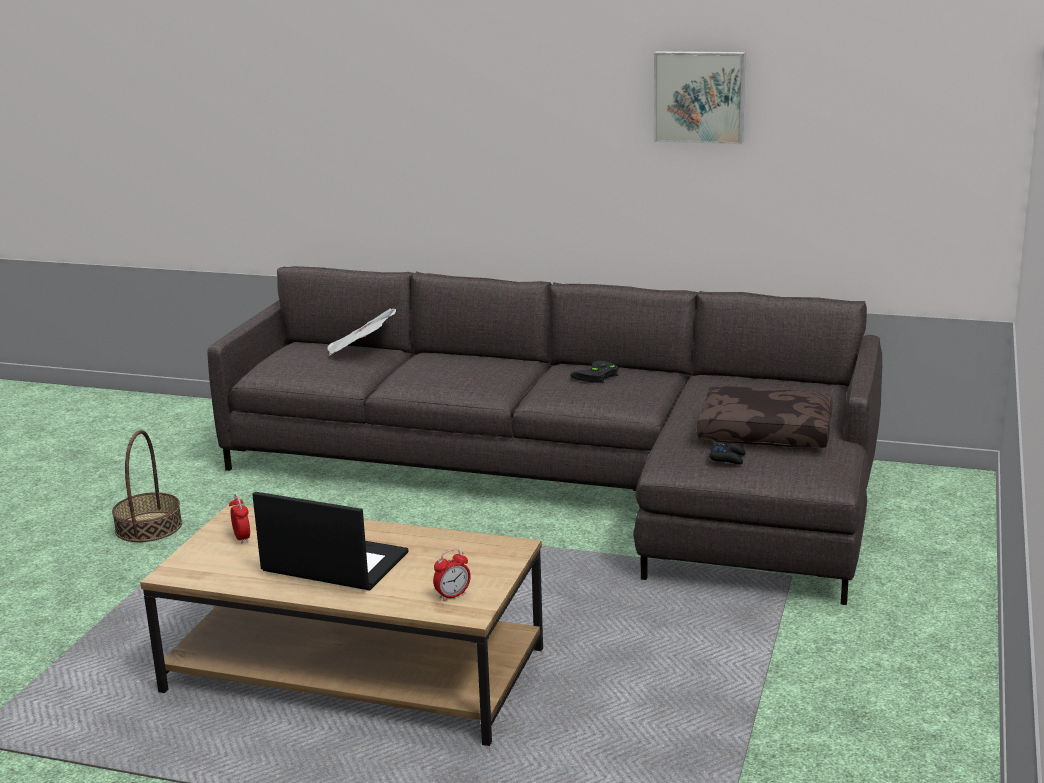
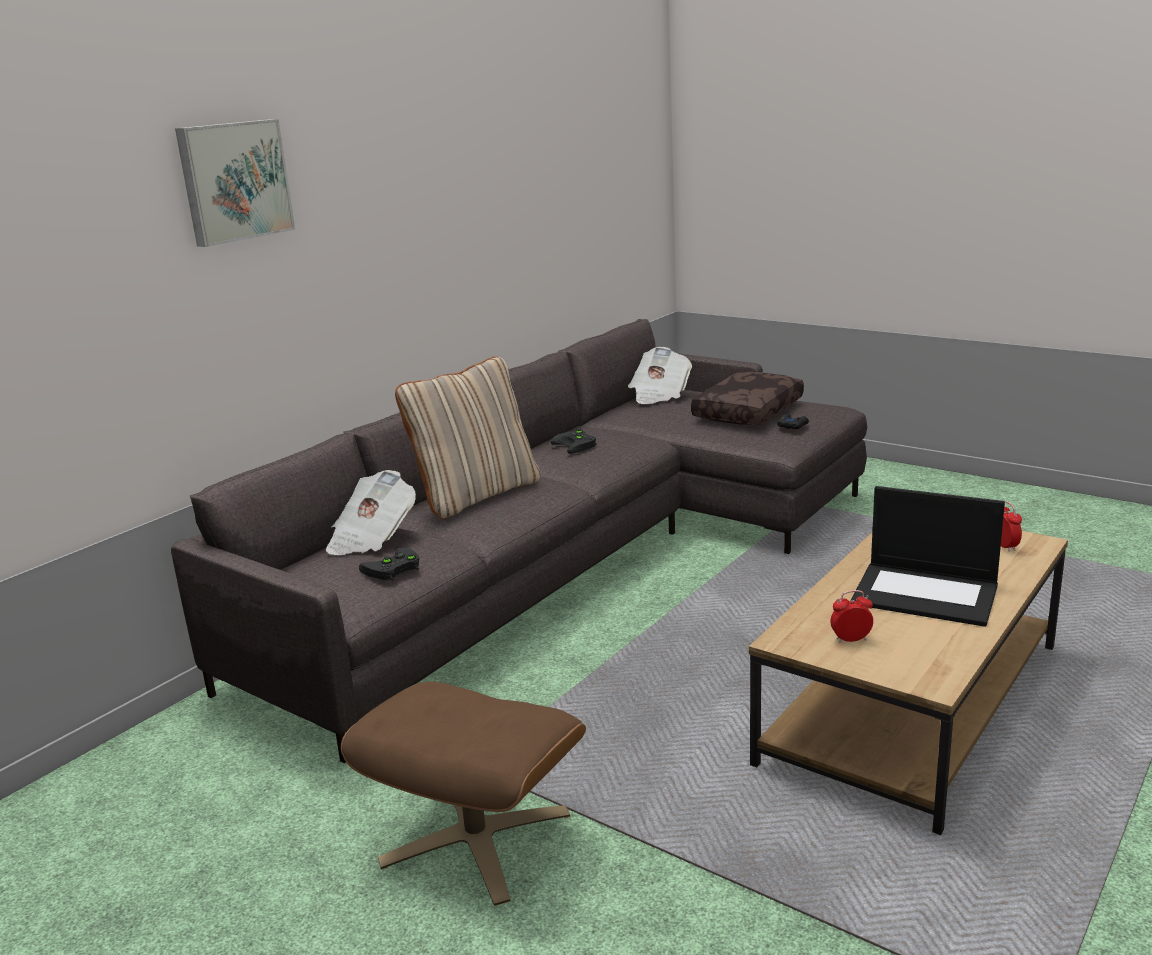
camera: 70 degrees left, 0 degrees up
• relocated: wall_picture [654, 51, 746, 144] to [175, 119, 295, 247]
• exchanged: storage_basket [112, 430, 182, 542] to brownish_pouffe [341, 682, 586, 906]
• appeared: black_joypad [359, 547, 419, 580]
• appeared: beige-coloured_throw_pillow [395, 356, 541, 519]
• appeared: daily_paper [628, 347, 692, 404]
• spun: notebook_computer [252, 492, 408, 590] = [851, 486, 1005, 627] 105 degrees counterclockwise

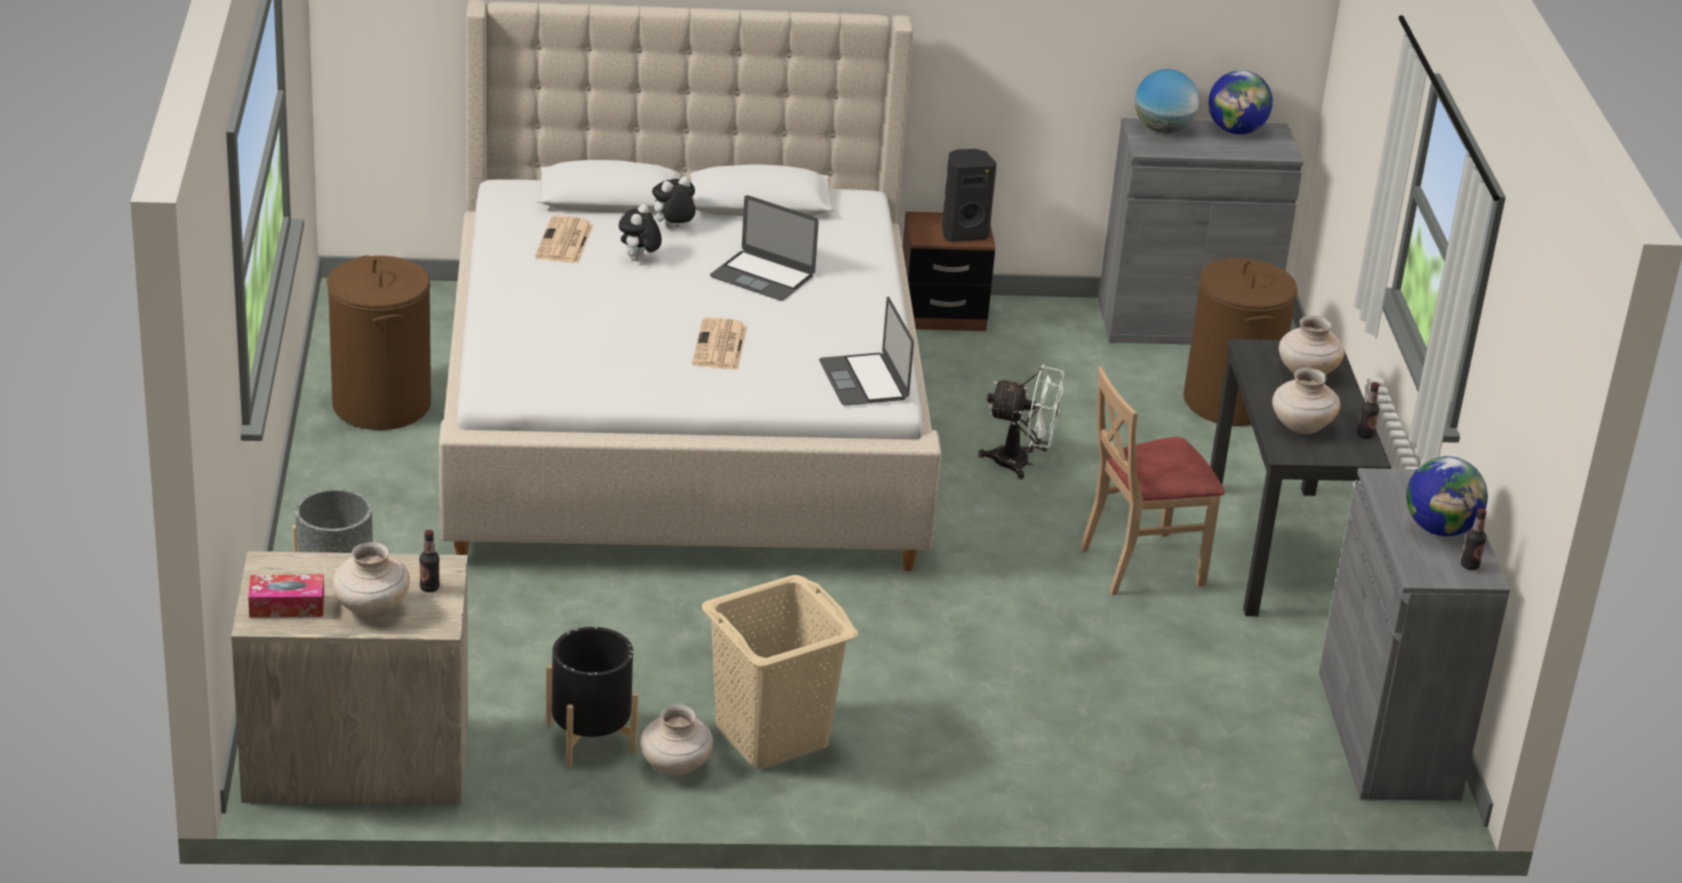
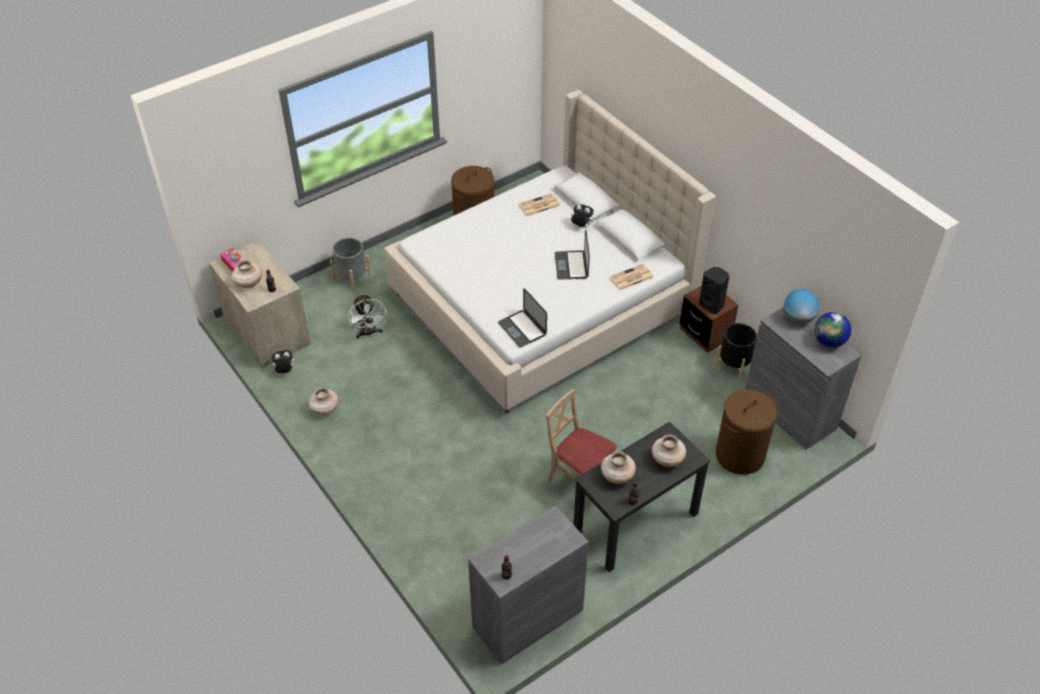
camera: 60 degrees right, 15 degrees up
• relocated: soft_toy [619, 204, 662, 261] to [270, 350, 294, 373]
• relocated: white-coloured_electric_fan [978, 365, 1064, 479] to [348, 294, 387, 338]
• spun: notebook_computer [819, 296, 914, 405] = [498, 288, 547, 347] 75 degrees counterclockwise
• relocated: daily_paper [692, 317, 747, 370] to [610, 264, 654, 291]
• relocated: black_flower_pot [546, 627, 638, 766] to [715, 323, 757, 380]
• missing: beige-coloured_hamper [702, 575, 858, 769]
• missing: globe [1406, 456, 1488, 536]

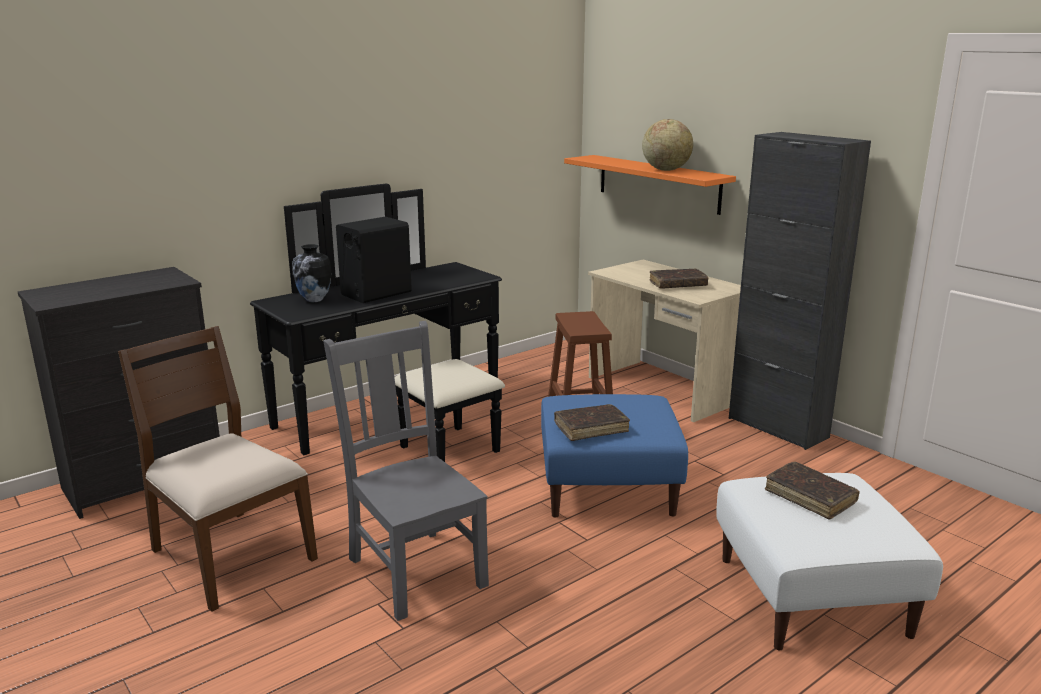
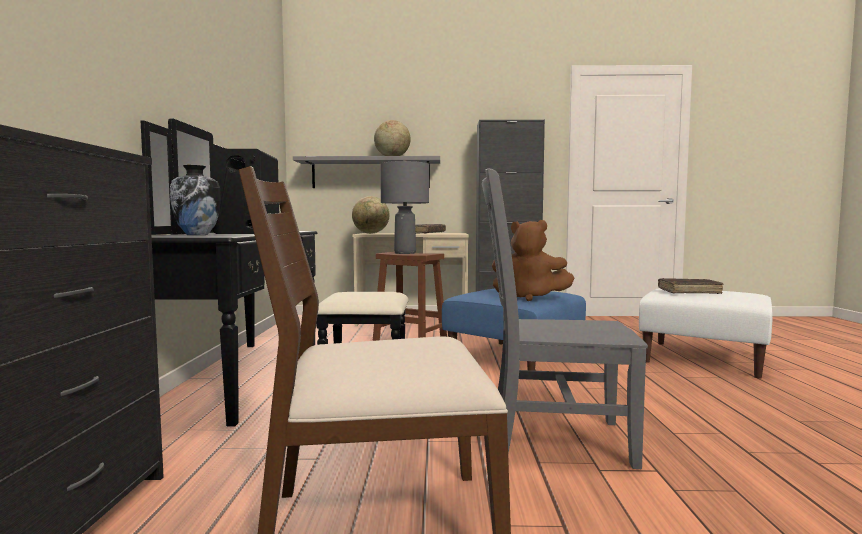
camera: 50 degrees left, 15 degrees down
• colour: orange-coloured_wall_shelf [564, 155, 736, 215] to gray_wall_shelf [293, 156, 440, 188]
• appeared: globe [352, 196, 389, 234]
• appeared: gray_lamp_for_a_table [380, 160, 429, 254]
• exchanged: brownish_bound_book [554, 404, 630, 441] to brownish_soft_toy [492, 220, 574, 301]

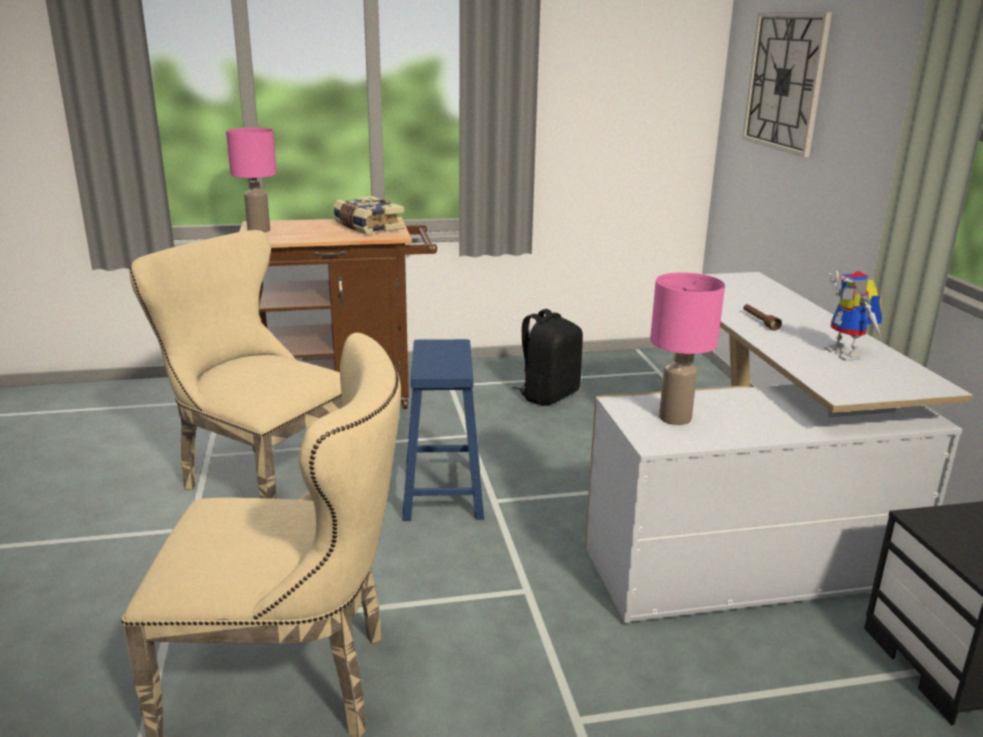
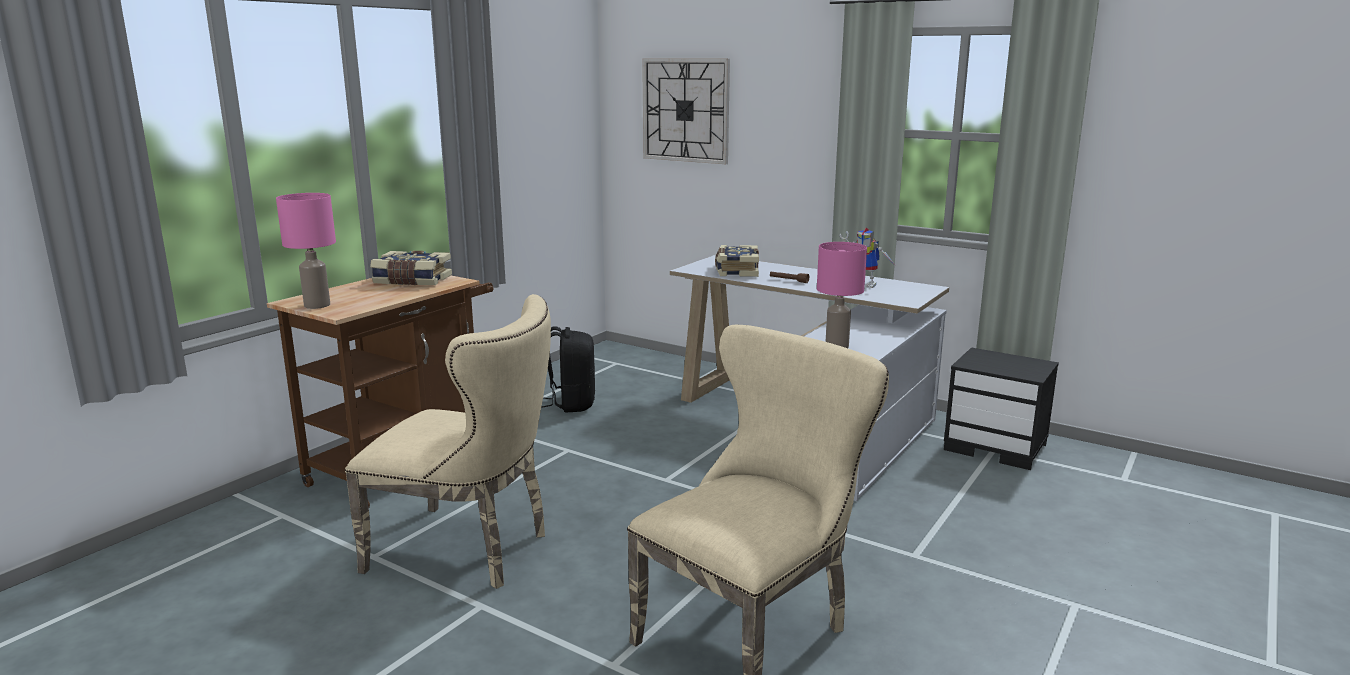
camera: 45 degrees left, 5 degrees down
• spun: beige-coloured_chair [129, 230, 343, 499] = [345, 294, 551, 589] 150 degrees counterclockwise
• appeared: bound_book [715, 245, 759, 277]
• missing: blue_stool [402, 339, 484, 521]

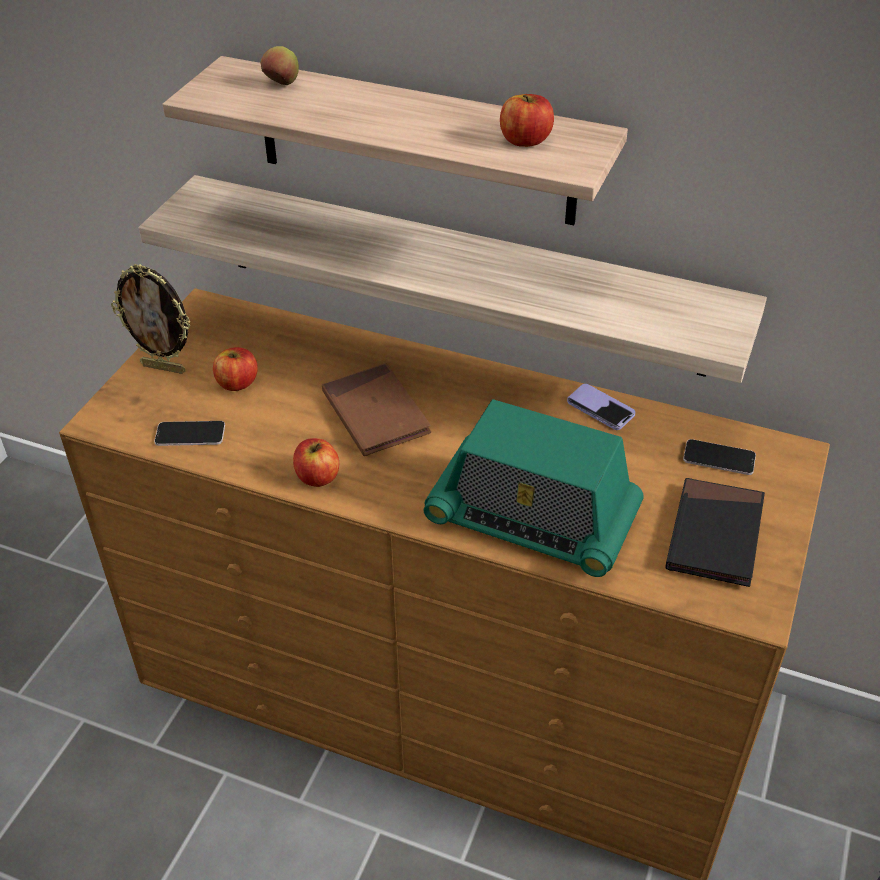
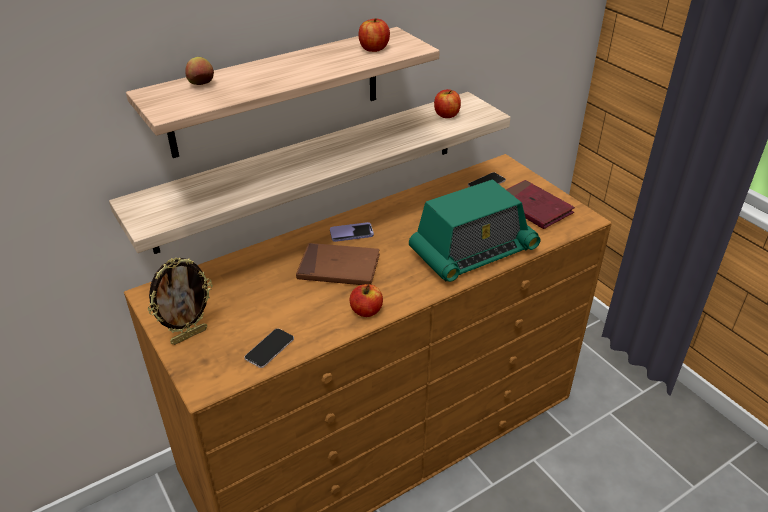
camera: 55 degrees left, 5 degrees down
• relocated: phone [567, 384, 635, 430] to [330, 222, 374, 242]
• relocated: apple [213, 347, 258, 391] to [434, 89, 461, 118]
• colour: black_bound_book [665, 478, 765, 587] to red-coloured_bound_book [506, 180, 575, 229]

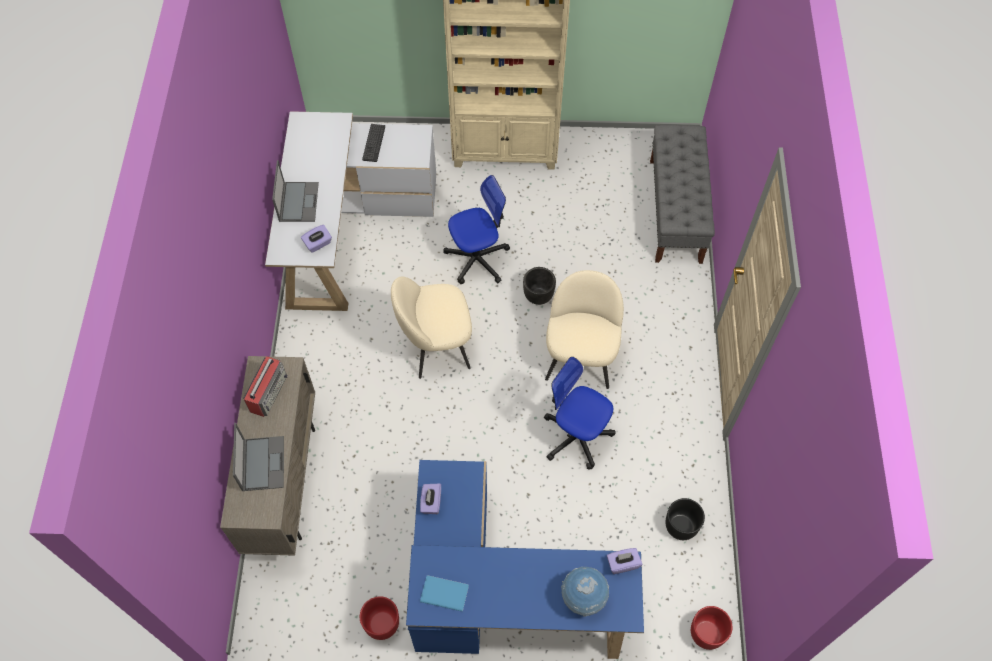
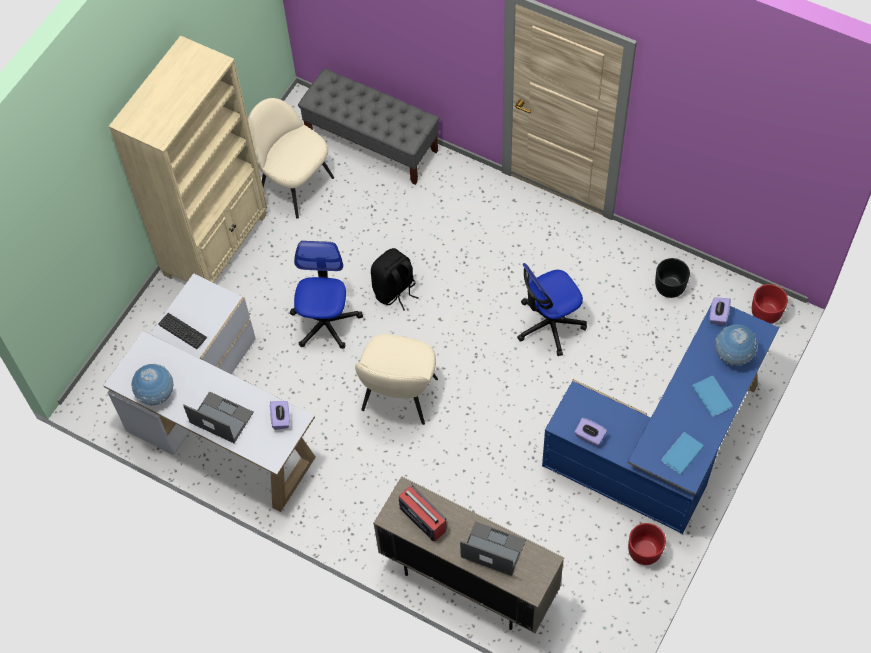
camera: 60 degrees left, 0 degrees up
• appeared: globe [131, 364, 174, 406]
• relocated: beige-coloured_chair [545, 270, 624, 389] to [248, 98, 334, 219]
• exchanged: black_flower_pot [523, 267, 556, 305] to black_knapsack [371, 248, 419, 311]
• appeared: blue_bound_book [692, 376, 733, 417]

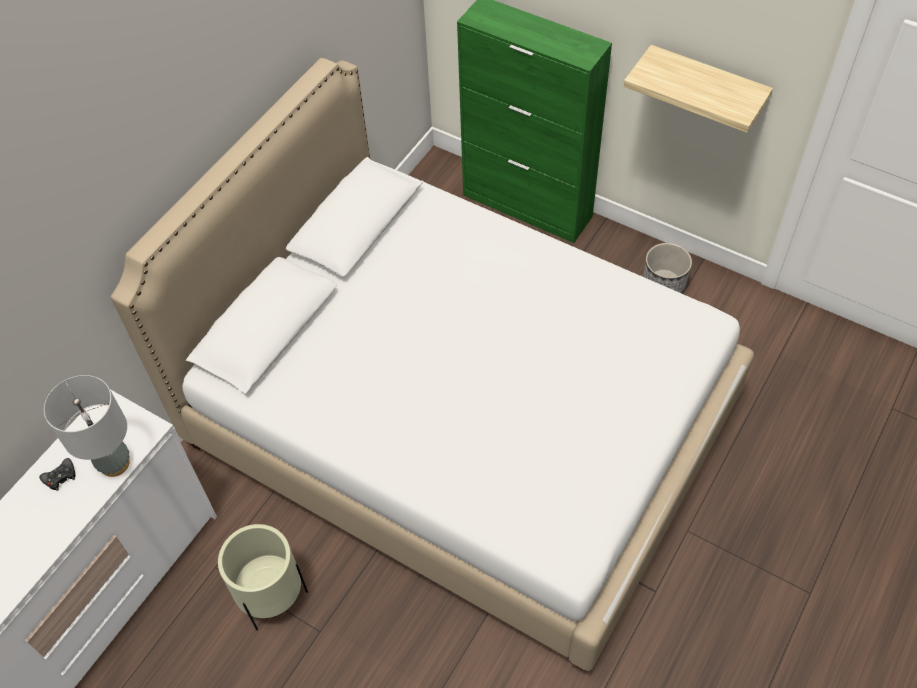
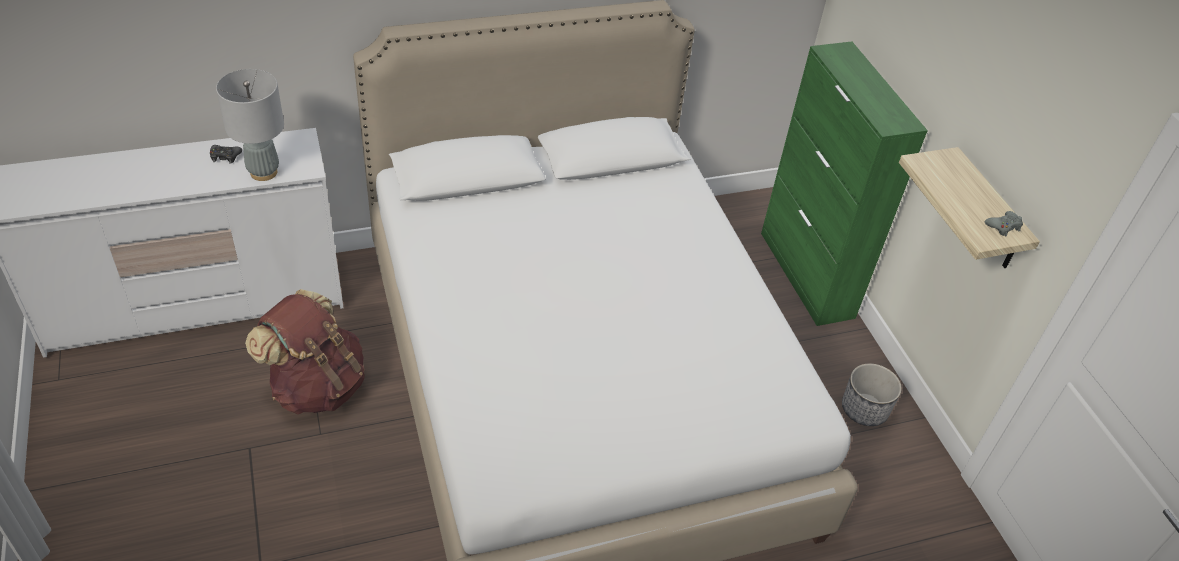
camera: 35 degrees right, 10 degrees down
• exchanged: beige-coloured_flower_pot [218, 524, 308, 631] to brownish_knapsack [245, 289, 365, 414]
• appeared: gray_joypad [985, 211, 1023, 237]

